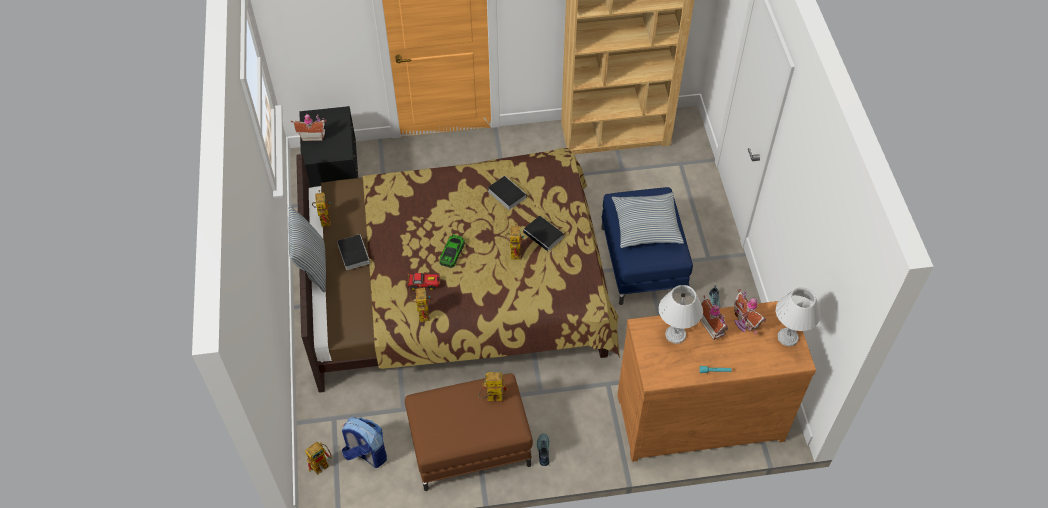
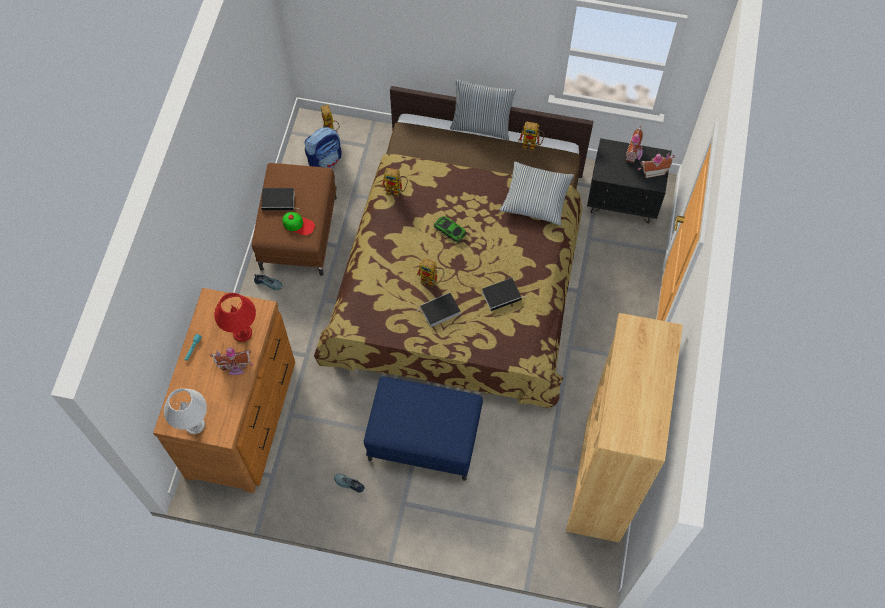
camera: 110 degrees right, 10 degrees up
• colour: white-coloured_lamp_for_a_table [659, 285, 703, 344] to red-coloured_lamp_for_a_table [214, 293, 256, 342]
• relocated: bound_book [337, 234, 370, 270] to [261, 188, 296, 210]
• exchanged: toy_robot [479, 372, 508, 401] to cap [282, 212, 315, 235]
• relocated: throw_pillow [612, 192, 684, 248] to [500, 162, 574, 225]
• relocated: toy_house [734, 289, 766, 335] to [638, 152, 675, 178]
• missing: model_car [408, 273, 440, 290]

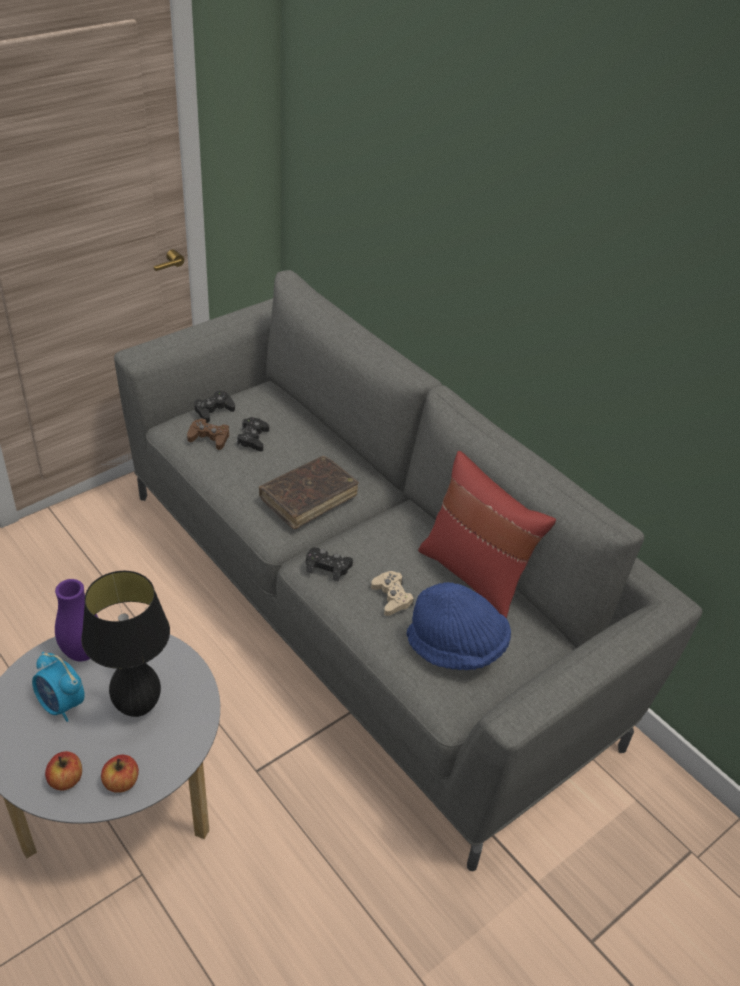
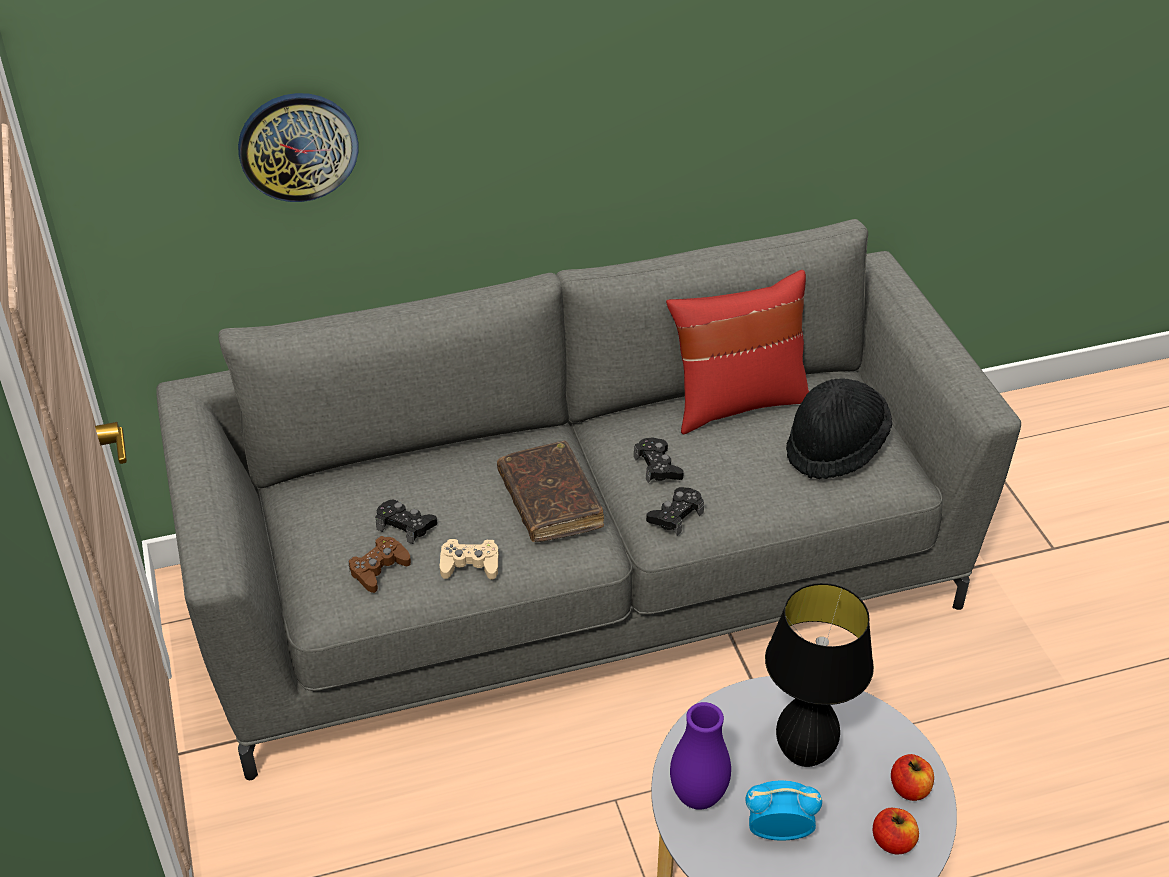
camera: 65 degrees left, 0 degrees up
• appeared: clock_on_the_wall [238, 93, 358, 202]
• relocated: beige-coloured_joypad [371, 571, 414, 616] to [440, 539, 499, 580]
• relocated: black_joypad [194, 390, 235, 423] to [634, 437, 684, 483]
• spun: bedside_clock [32, 652, 85, 722] = [745, 781, 822, 840] 150 degrees counterclockwise
• colour: blue_clothing_hat [406, 582, 511, 670] to black_clothing_hat [786, 378, 892, 479]

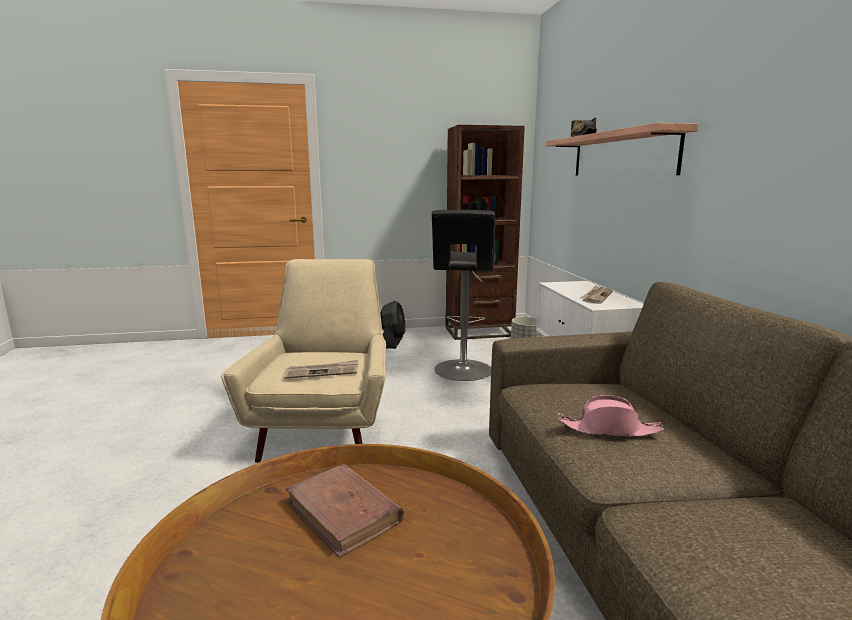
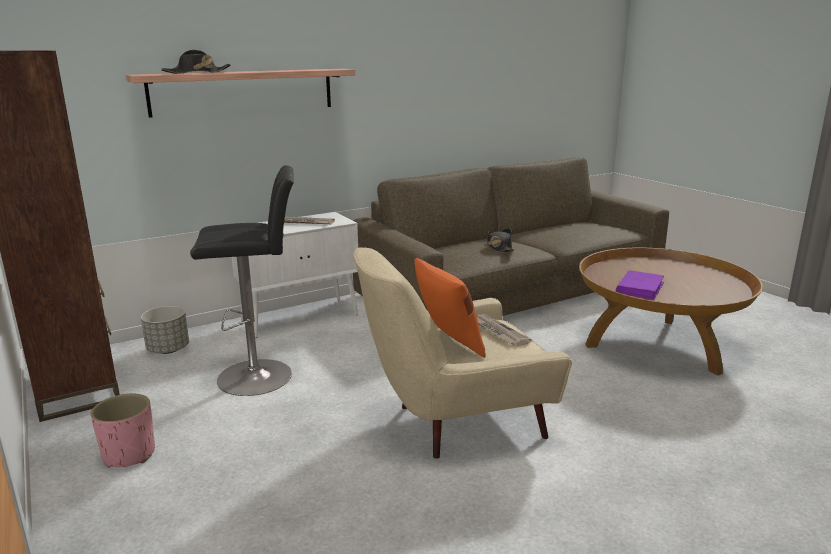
camera: 110 degrees left, 5 degrees up
• exchanged: black_electric_fan [380, 301, 406, 349] to pink_flower_pot [91, 394, 155, 468]
• appeared: orange-coloured_throw_pillow [414, 258, 486, 358]
• colour: pink_clothing_hat [557, 395, 665, 437] to black_clothing_hat [487, 228, 514, 252]
• colour: brownish_bound_book [285, 464, 404, 558] to purplish_bound_book [616, 270, 664, 300]

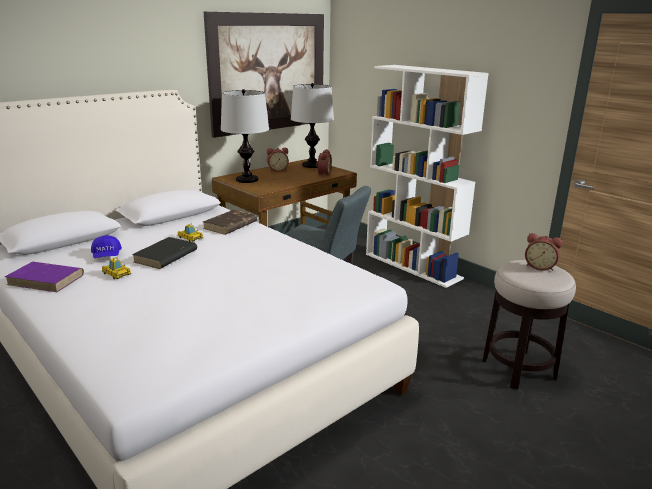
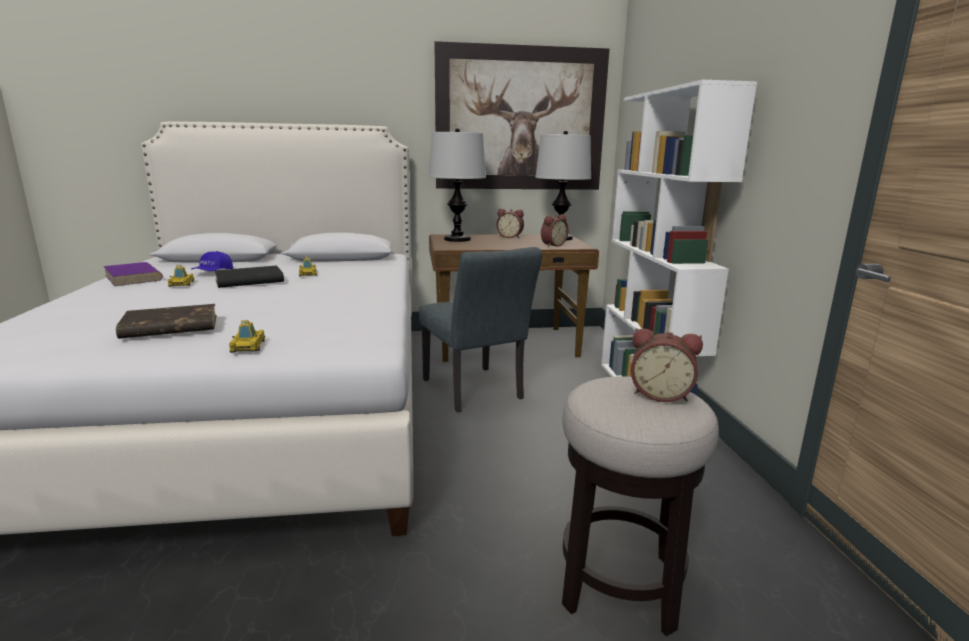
camera: 35 degrees right, 5 degrees down
• relocated: brownish_bound_book [203, 210, 257, 235] to [116, 304, 217, 339]
• appeared: model_car [229, 320, 265, 353]
• spun: bedside_clock [525, 233, 563, 271] = [631, 328, 703, 402] 45 degrees counterclockwise

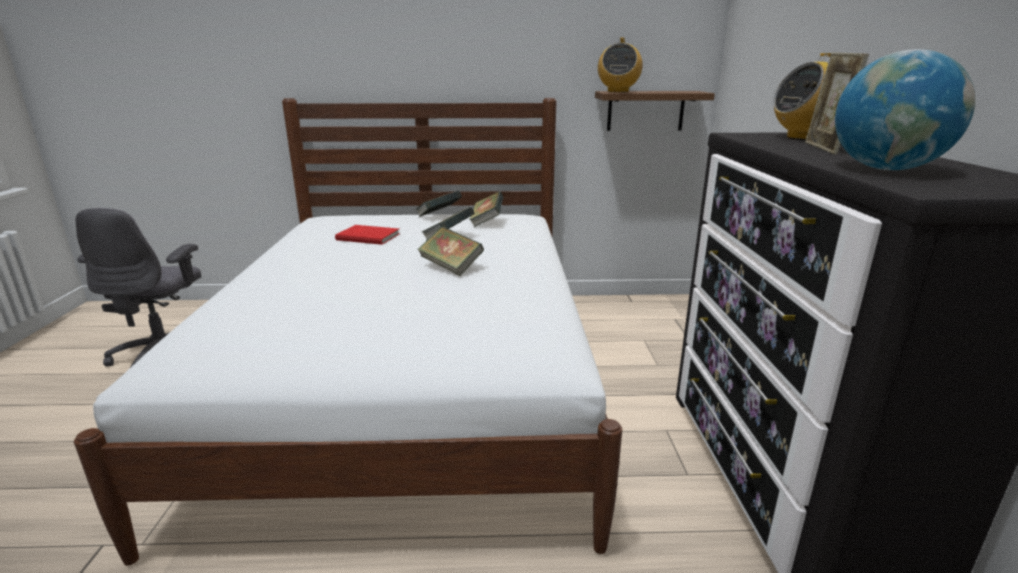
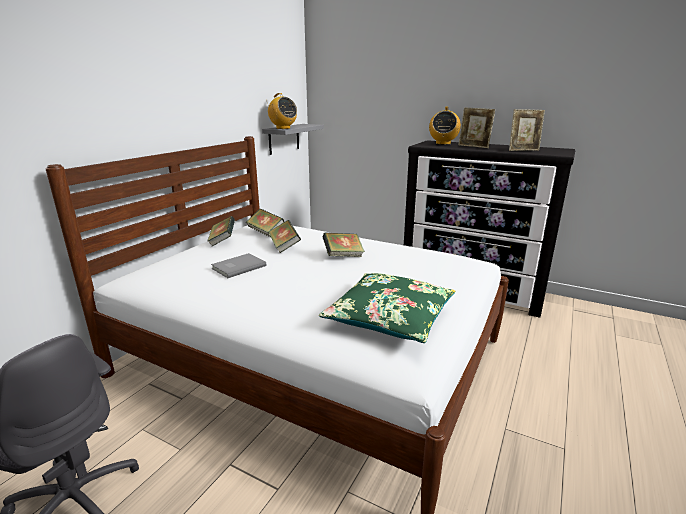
camera: 60 degrees left, 0 degrees up
• colour: red-coloured_bound_book [335, 225, 400, 245] to gray_bound_book [211, 253, 266, 278]
• colour: brownish_wall_shelf [595, 91, 715, 131] to gray_wall_shelf [262, 124, 324, 155]
• appeared: green-coloured_throw_pillow [319, 273, 455, 343]
• exchanged: globe [835, 49, 976, 170] to photo_frame [509, 109, 545, 151]

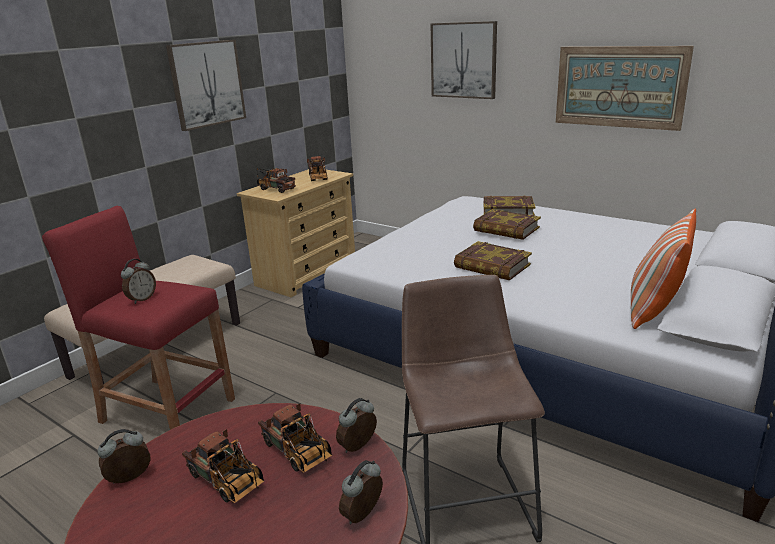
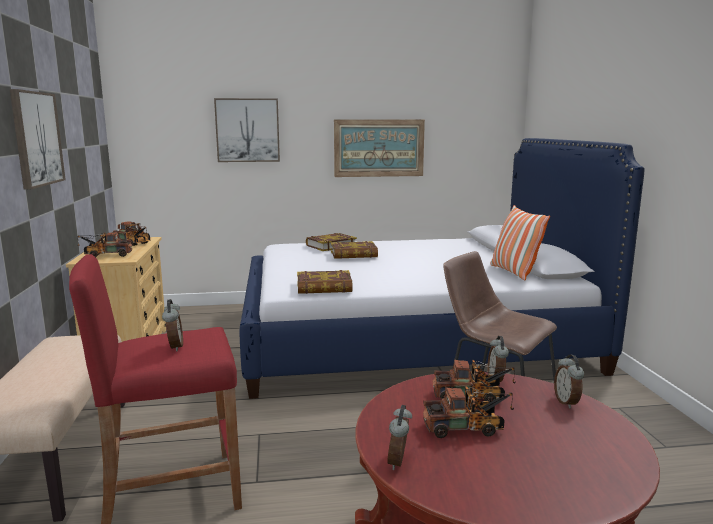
camera: 45 degrees left, 10 degrees down
• relocated: bound_book [454, 241, 532, 280] to [297, 270, 353, 294]

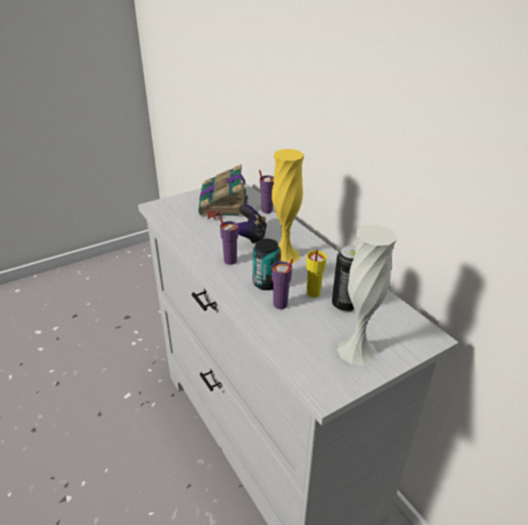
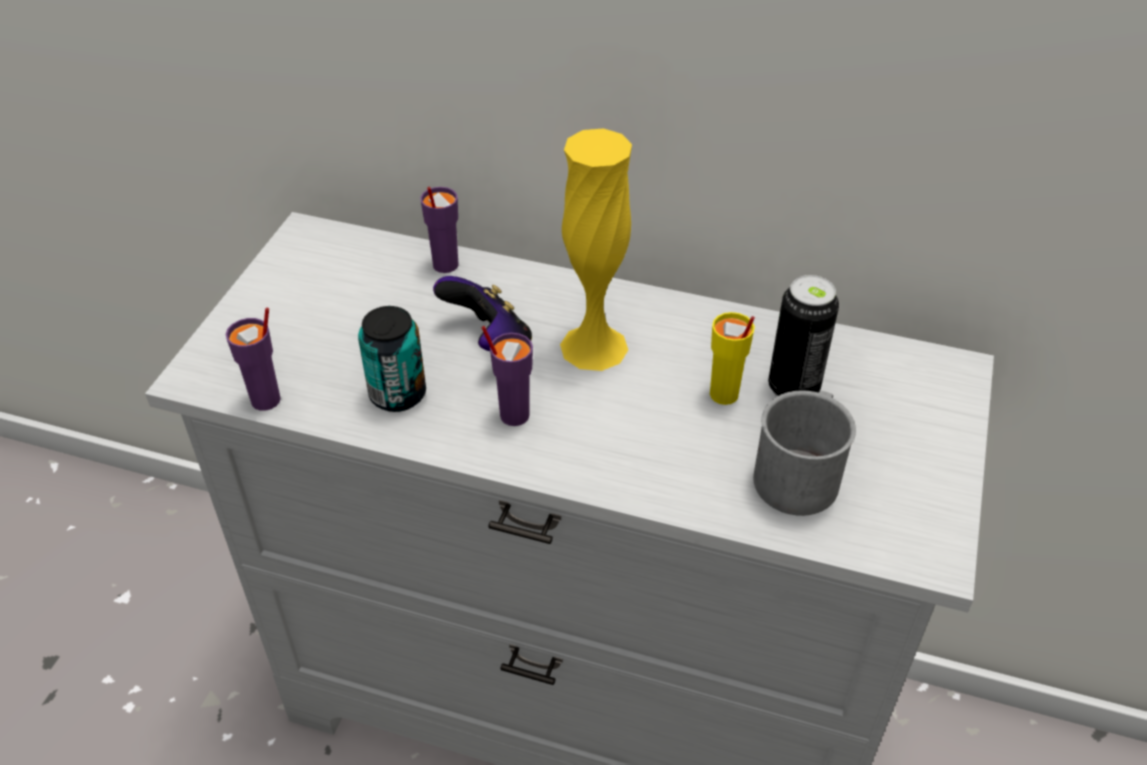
camera: 40 degrees left, 10 degrees up
• relocated: purplish_cup [271, 259, 293, 309] to [225, 308, 281, 411]
• relocated: metal_can [253, 239, 281, 290] to [358, 306, 426, 412]
• appeared: gray_tea_mug [753, 390, 856, 516]
• missing: bound_book [198, 164, 248, 219]
• missing: white-coloured_vase [337, 225, 397, 366]

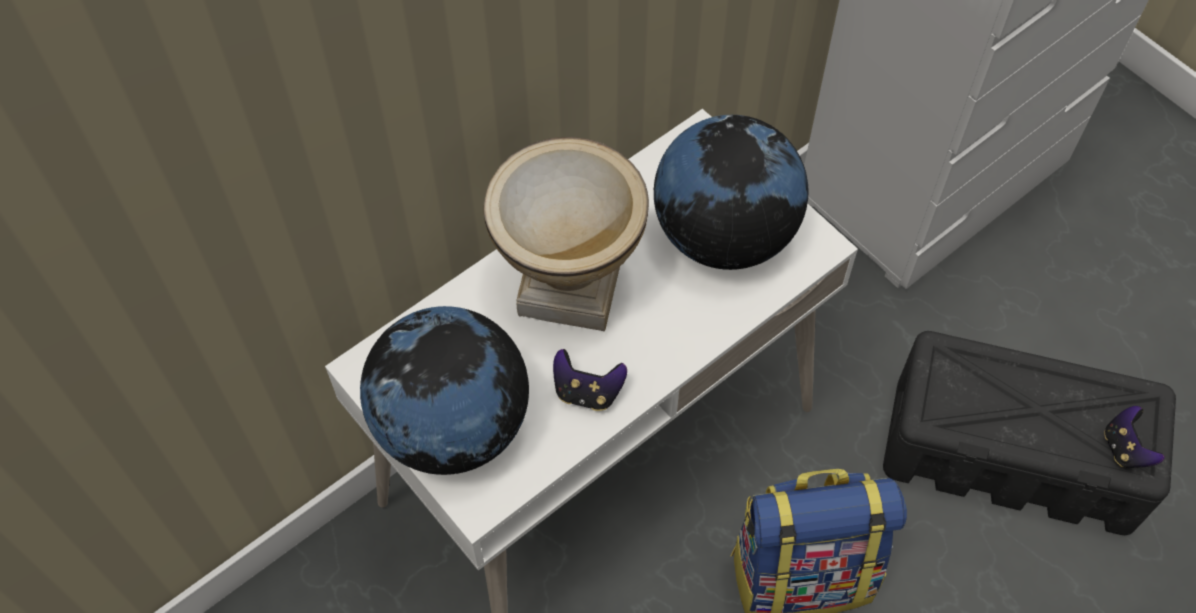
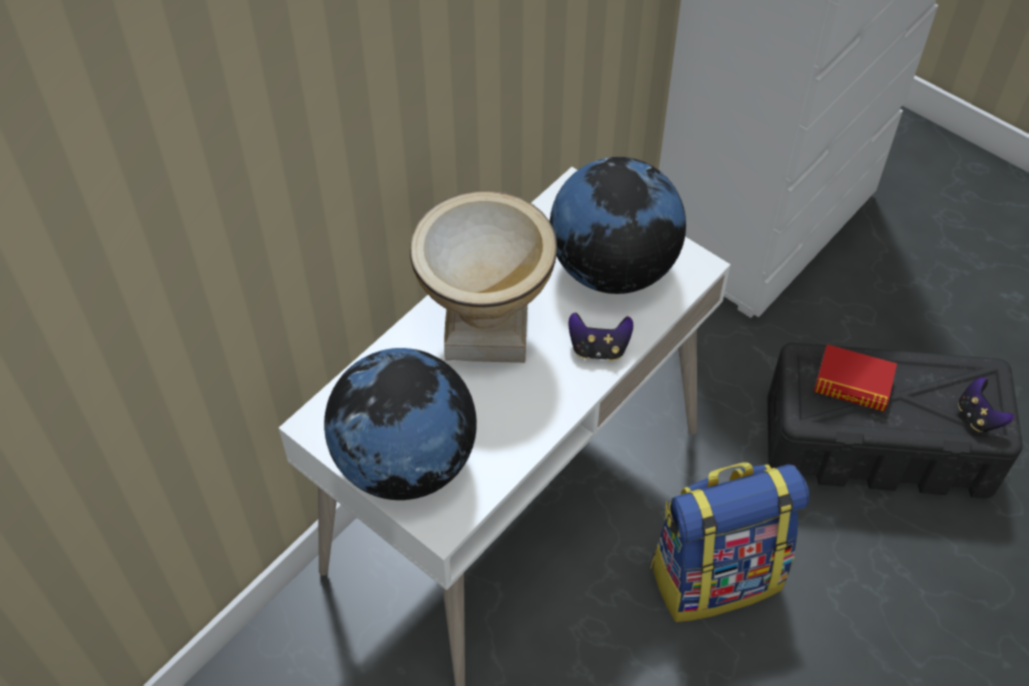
camera: 10 degrees left, 5 degrees down
• relocated: joypad [553, 349, 627, 411] to [568, 312, 633, 361]
• appeared: bound_book [814, 344, 897, 412]

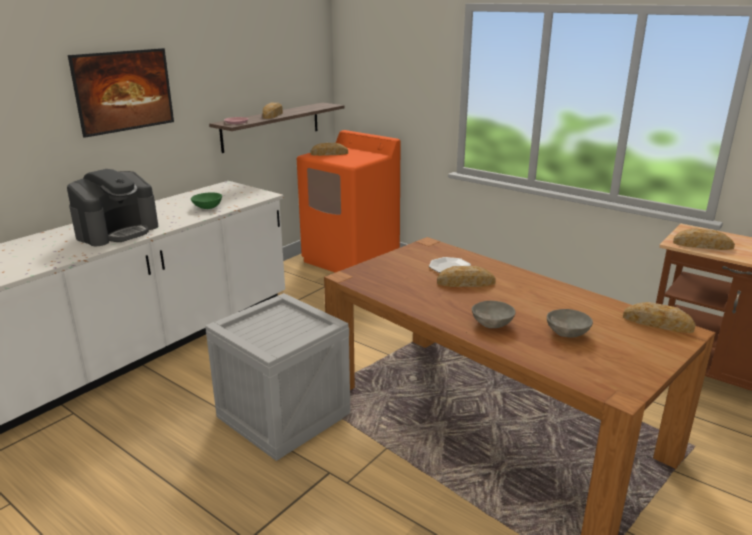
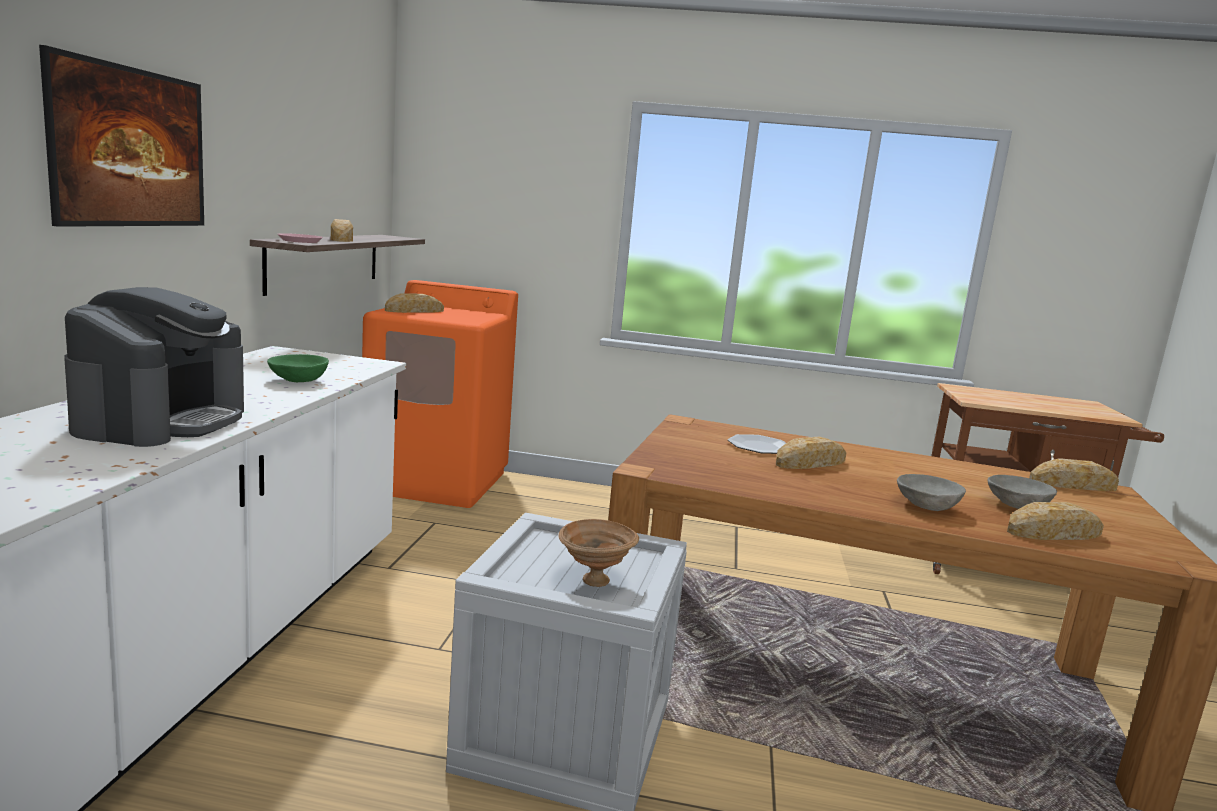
camera: 30 degrees left, 10 degrees down
• appeared: brownish_deep_dish [558, 519, 639, 587]
• relocated: bakery_bread [673, 228, 735, 250] to [1007, 502, 1104, 540]

